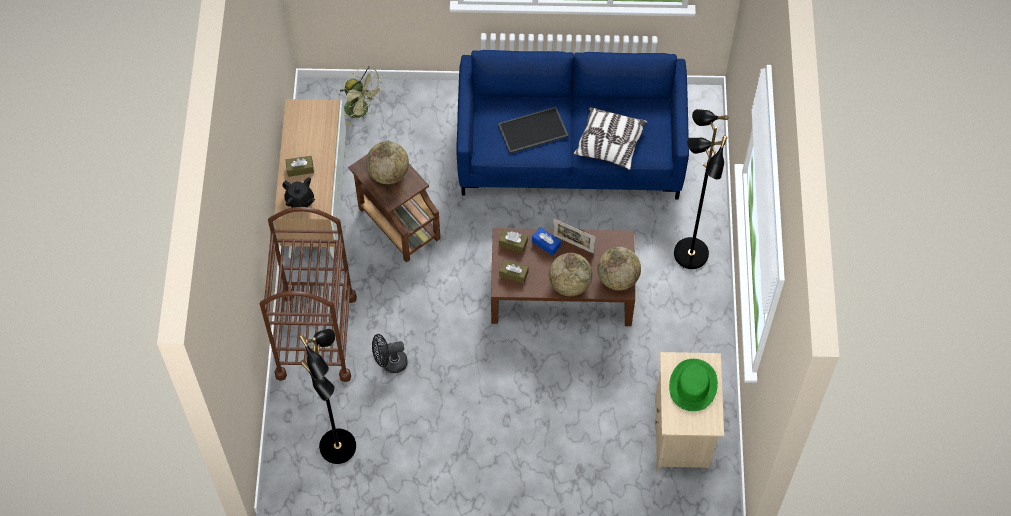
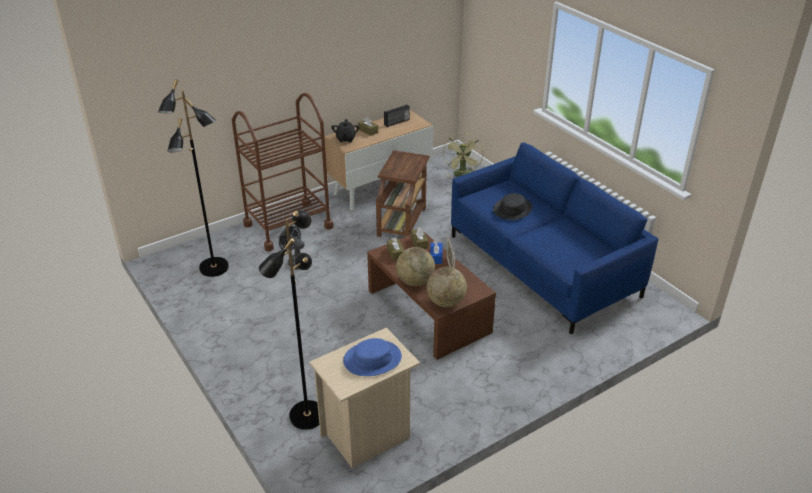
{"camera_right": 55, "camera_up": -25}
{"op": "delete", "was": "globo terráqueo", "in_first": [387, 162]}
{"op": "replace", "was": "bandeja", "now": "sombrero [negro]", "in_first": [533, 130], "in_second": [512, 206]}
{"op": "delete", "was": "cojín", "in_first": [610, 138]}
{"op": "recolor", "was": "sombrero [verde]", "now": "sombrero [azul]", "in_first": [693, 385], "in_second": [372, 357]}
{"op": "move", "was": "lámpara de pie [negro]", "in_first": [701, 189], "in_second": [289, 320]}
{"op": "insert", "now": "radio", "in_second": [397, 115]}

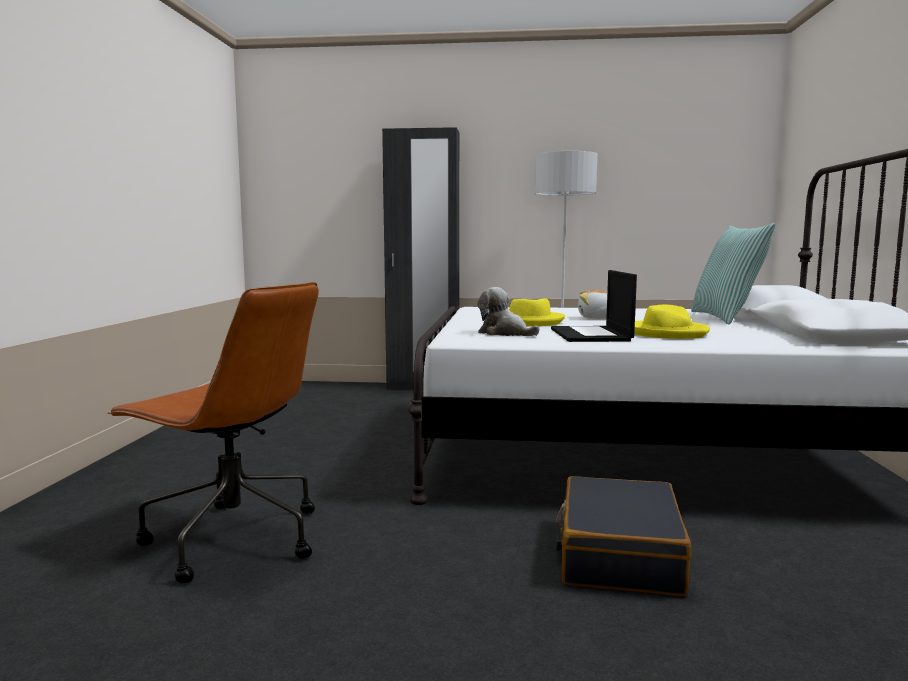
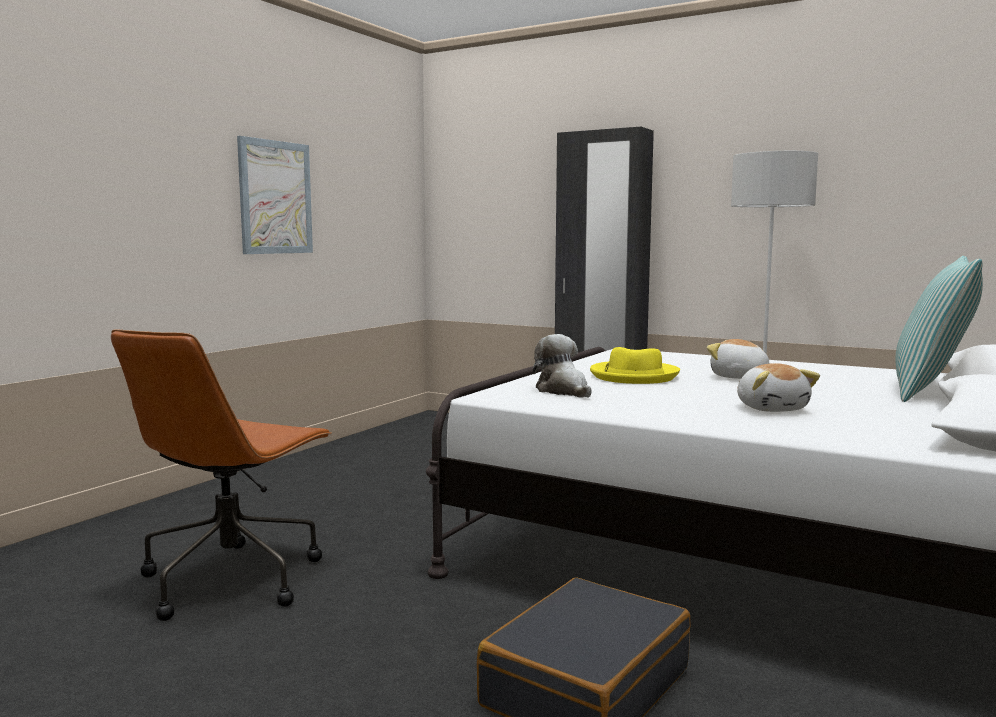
{"camera_right": 25, "camera_up": 0}
{"op": "rotate", "was": "silla de oficina [marrón]", "in_first": [213, 433], "in_second": [221, 475], "clockwise": 60}
{"op": "delete", "was": "portátil", "in_first": [594, 306]}
{"op": "replace", "was": "sombrero [amarillo]", "now": "peluche", "in_first": [672, 321], "in_second": [778, 387]}
{"op": "insert", "now": "cuadro", "in_second": [275, 195]}

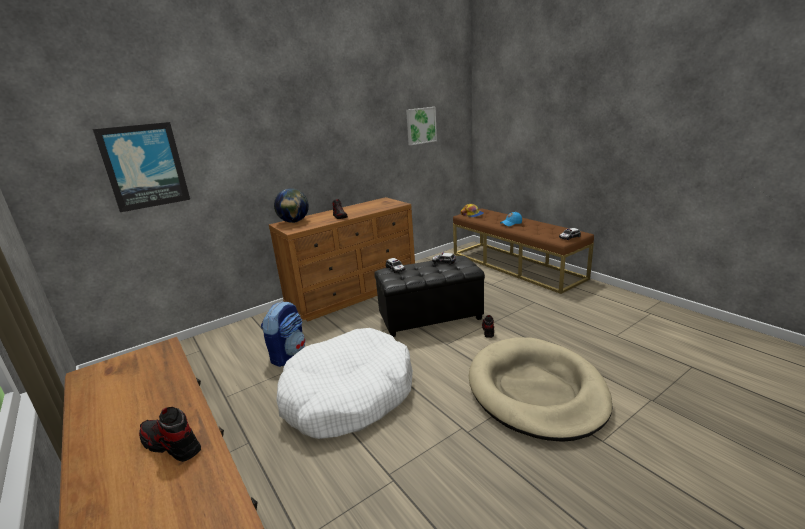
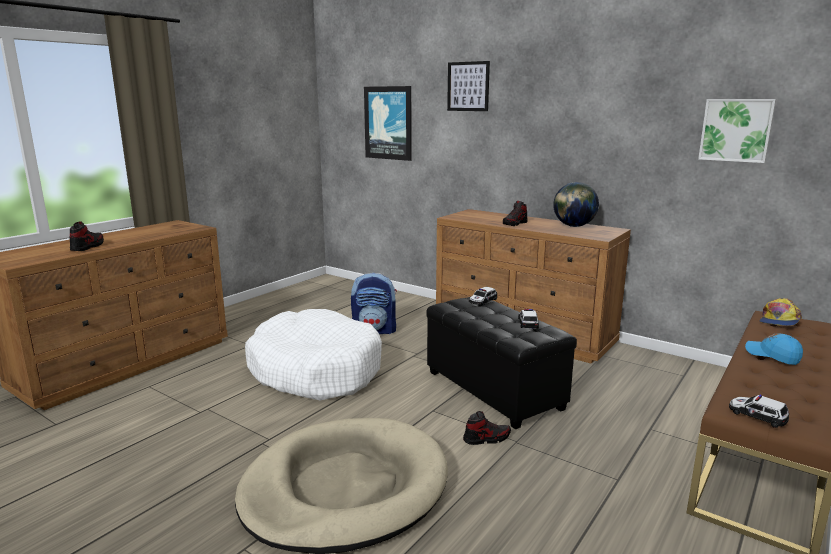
{"camera_right": 70, "camera_up": -5}
{"op": "move", "was": "globo terráqueo", "in_first": [291, 205], "in_second": [576, 204]}
{"op": "insert", "now": "cuadro", "in_second": [468, 86]}

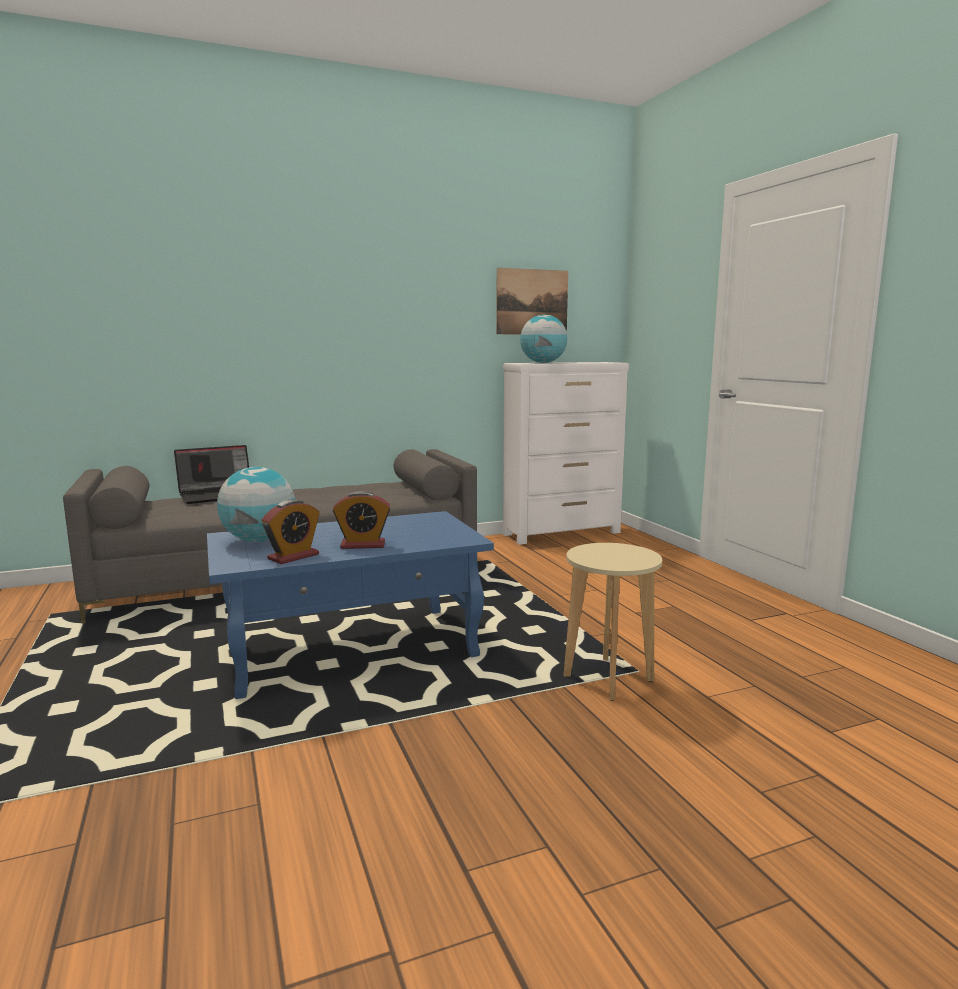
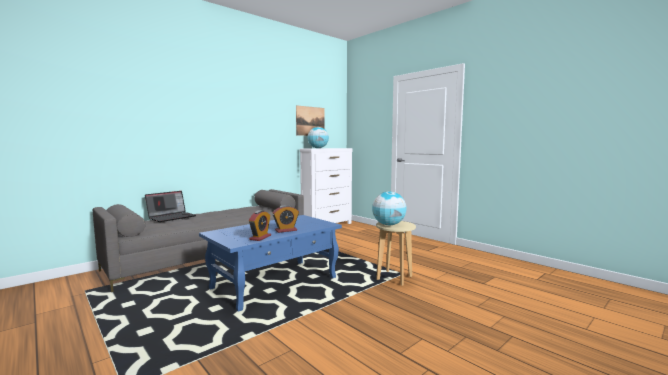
{"camera_right": -20, "camera_up": -5}
{"op": "move", "was": "globo terráqueo", "in_first": [256, 504], "in_second": [389, 208]}

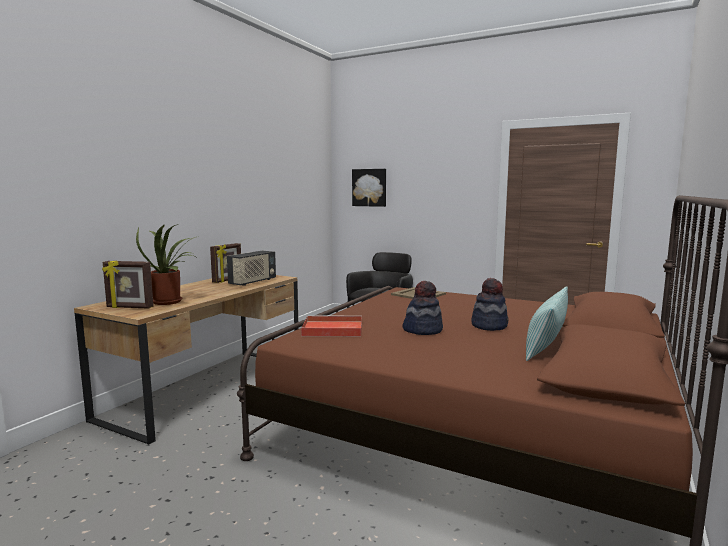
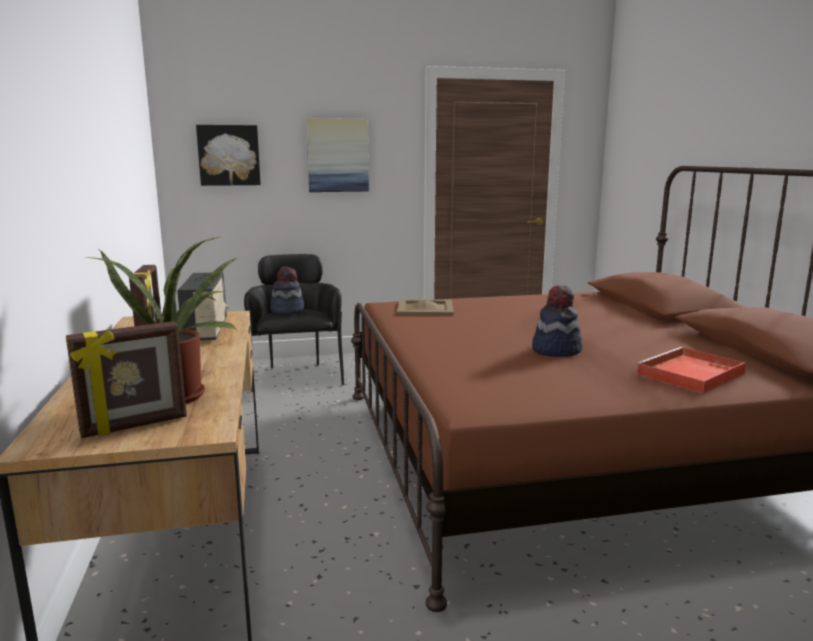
{"camera_right": -40, "camera_up": 5}
{"op": "move", "was": "bandeja [rojo]", "in_first": [331, 325], "in_second": [690, 370]}
{"op": "move", "was": "sombrero", "in_first": [490, 304], "in_second": [287, 290]}
{"op": "delete", "was": "cojín", "in_first": [547, 323]}
{"op": "insert", "now": "cuadro", "in_second": [337, 155]}

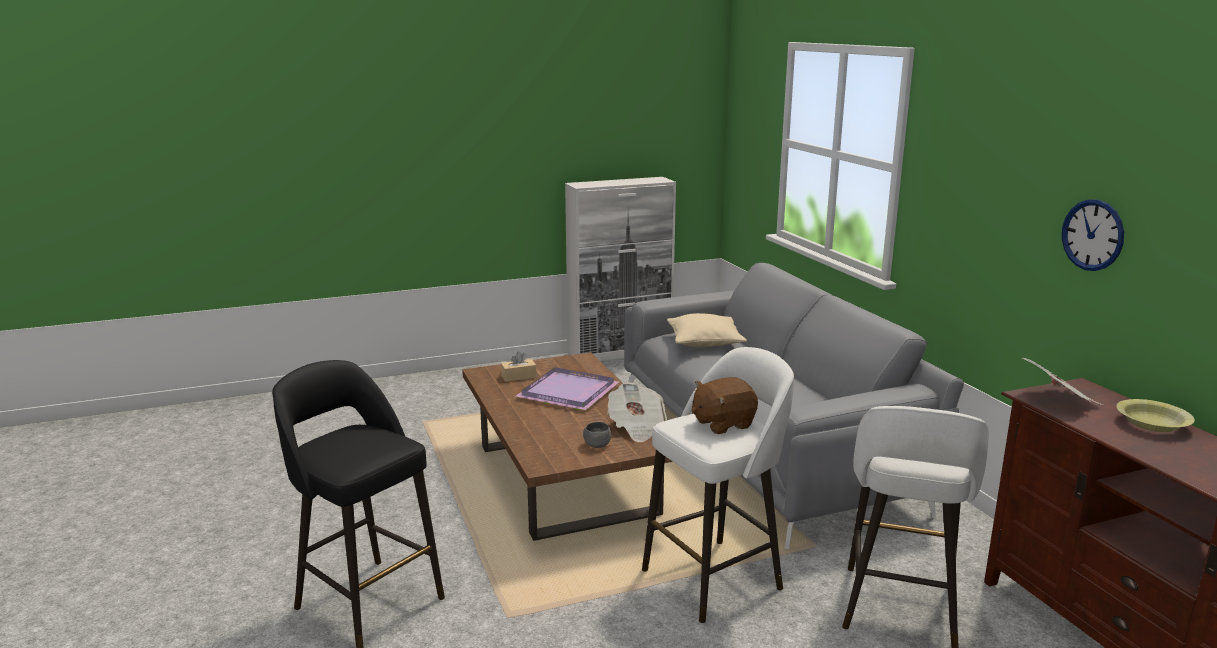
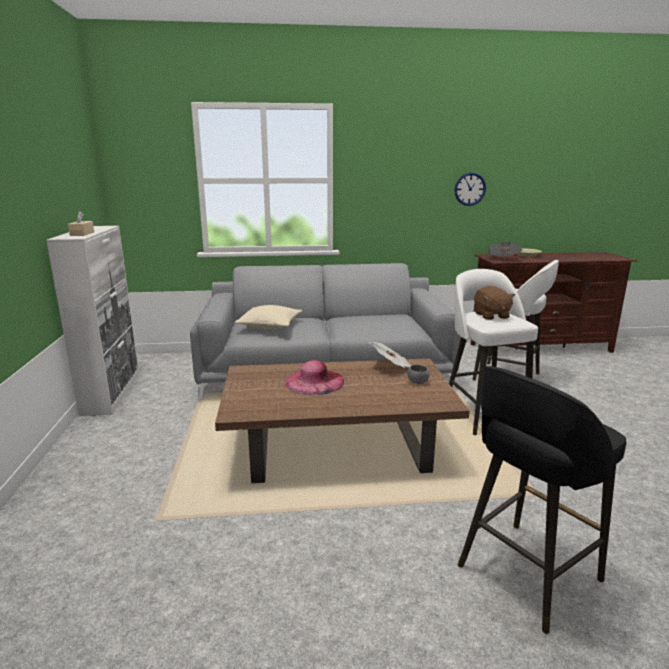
{"camera_right": -75, "camera_up": 0}
{"op": "move", "was": "caja de pañuelos [beis]", "in_first": [518, 366], "in_second": [81, 223]}
{"op": "replace", "was": "bandeja [morado]", "now": "sombrero [rosa]", "in_first": [567, 388], "in_second": [314, 377]}

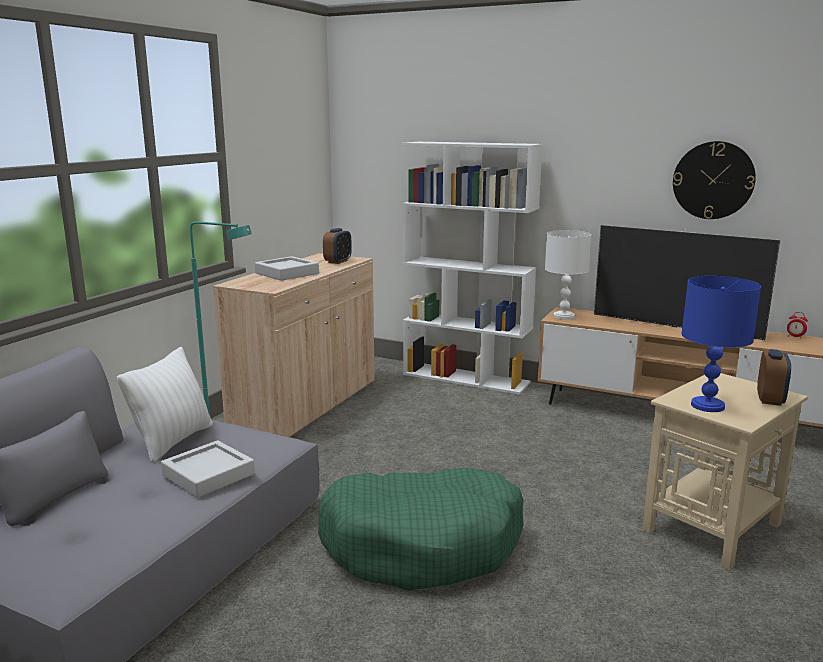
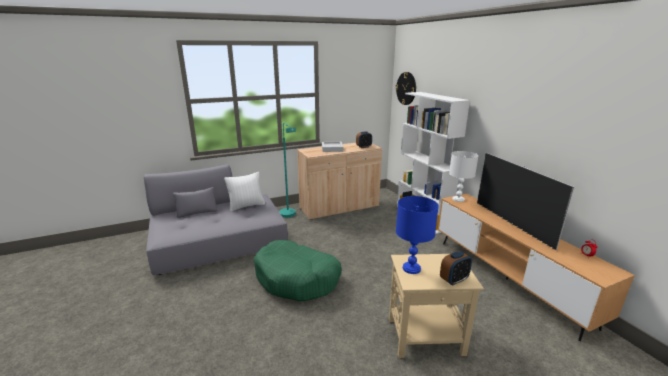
{"camera_right": 40, "camera_up": 5}
{"op": "delete", "was": "bandeja [gris]", "in_first": [208, 469]}
{"op": "move", "was": "reloj de pared", "in_first": [714, 180], "in_second": [406, 88]}

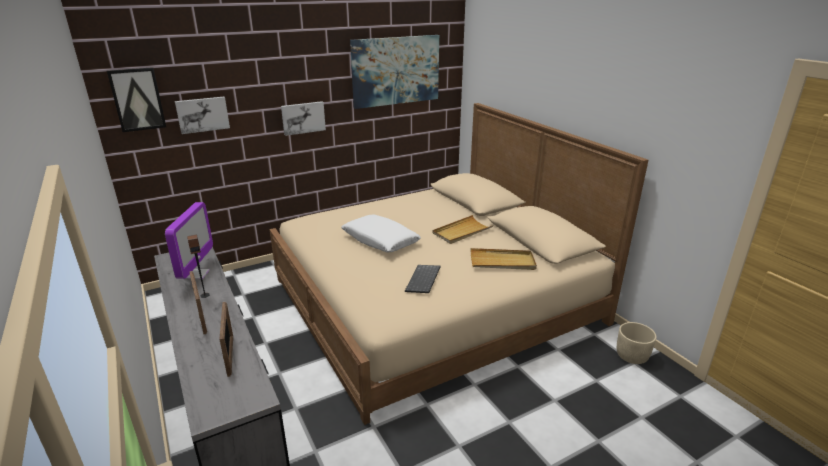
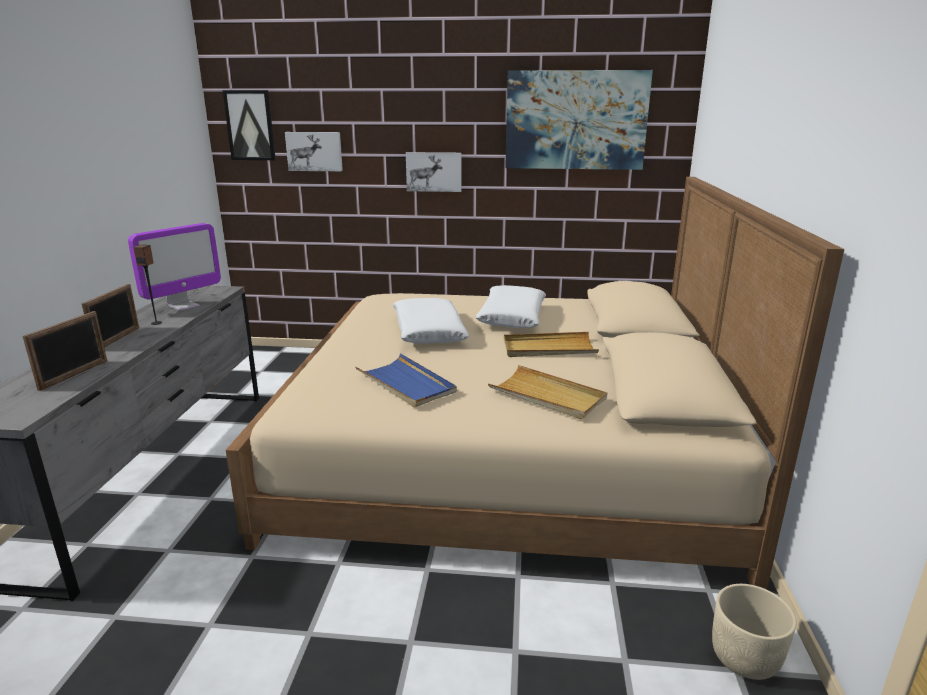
{"camera_right": 35, "camera_up": -5}
{"op": "replace", "was": "teclado", "now": "bandeja [azul]", "in_first": [423, 279], "in_second": [406, 380]}
{"op": "insert", "now": "cojín [blanco]", "in_second": [510, 306]}

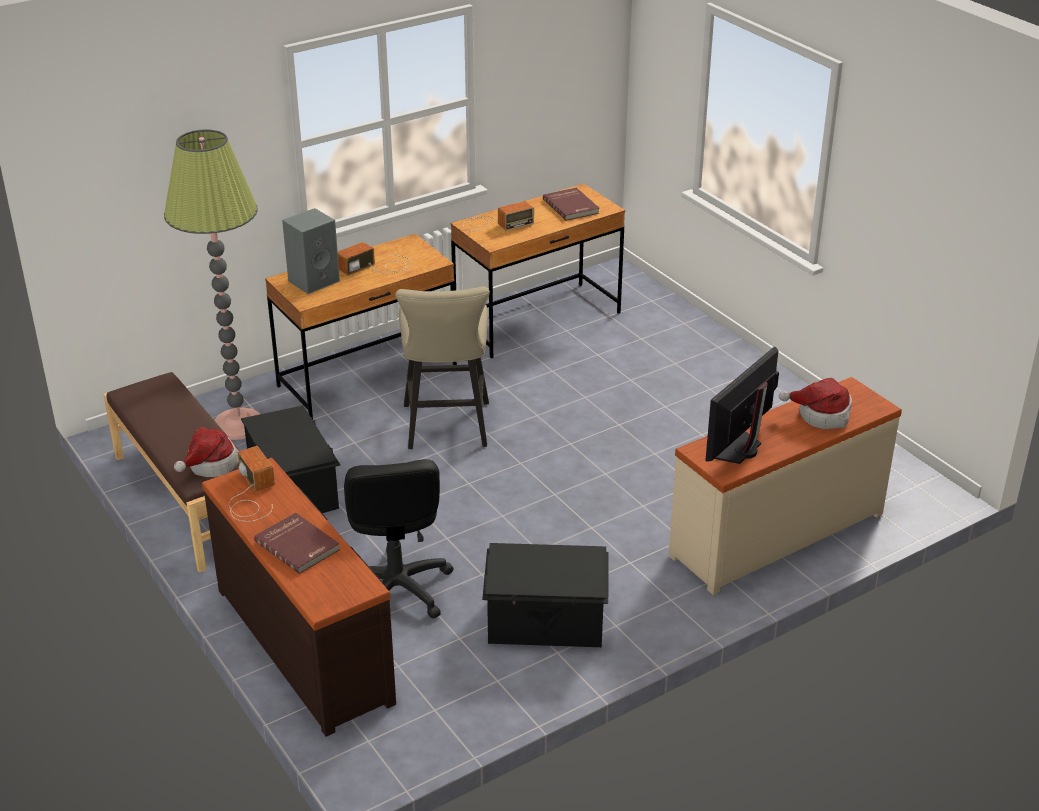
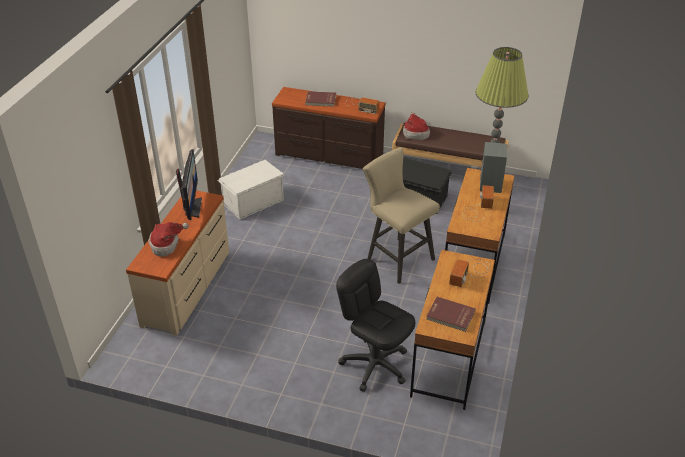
{"camera_right": 140, "camera_up": 5}
{"op": "move", "was": "silla de oficina [negro]", "in_first": [399, 539], "in_second": [375, 325]}
{"op": "recolor", "was": "caja de almacenaje [negro]", "now": "caja de almacenaje [blanco]", "in_first": [545, 595], "in_second": [250, 190]}

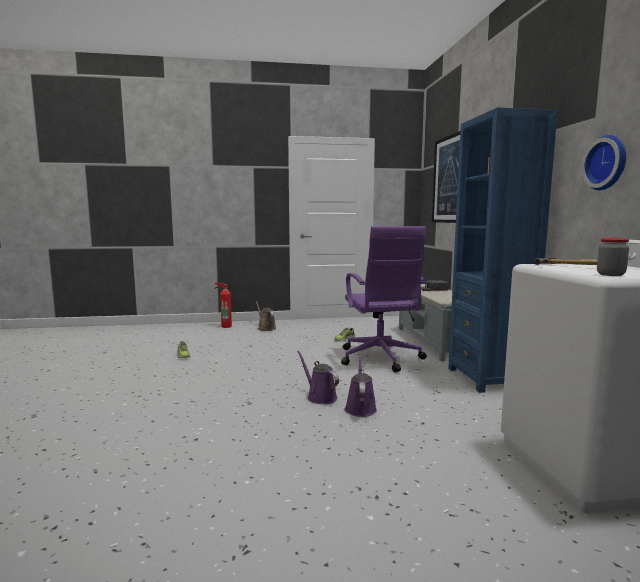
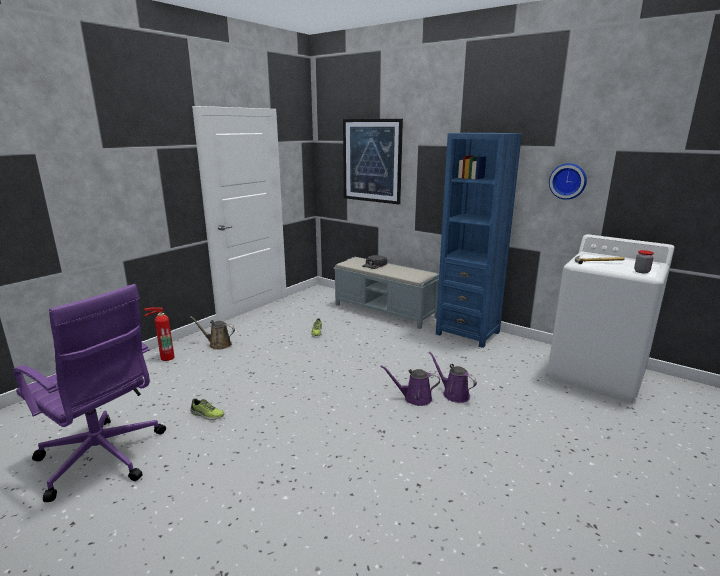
{"camera_right": -45, "camera_up": 10}
{"op": "move", "was": "silla de oficina [morado]", "in_first": [384, 299], "in_second": [89, 393]}

